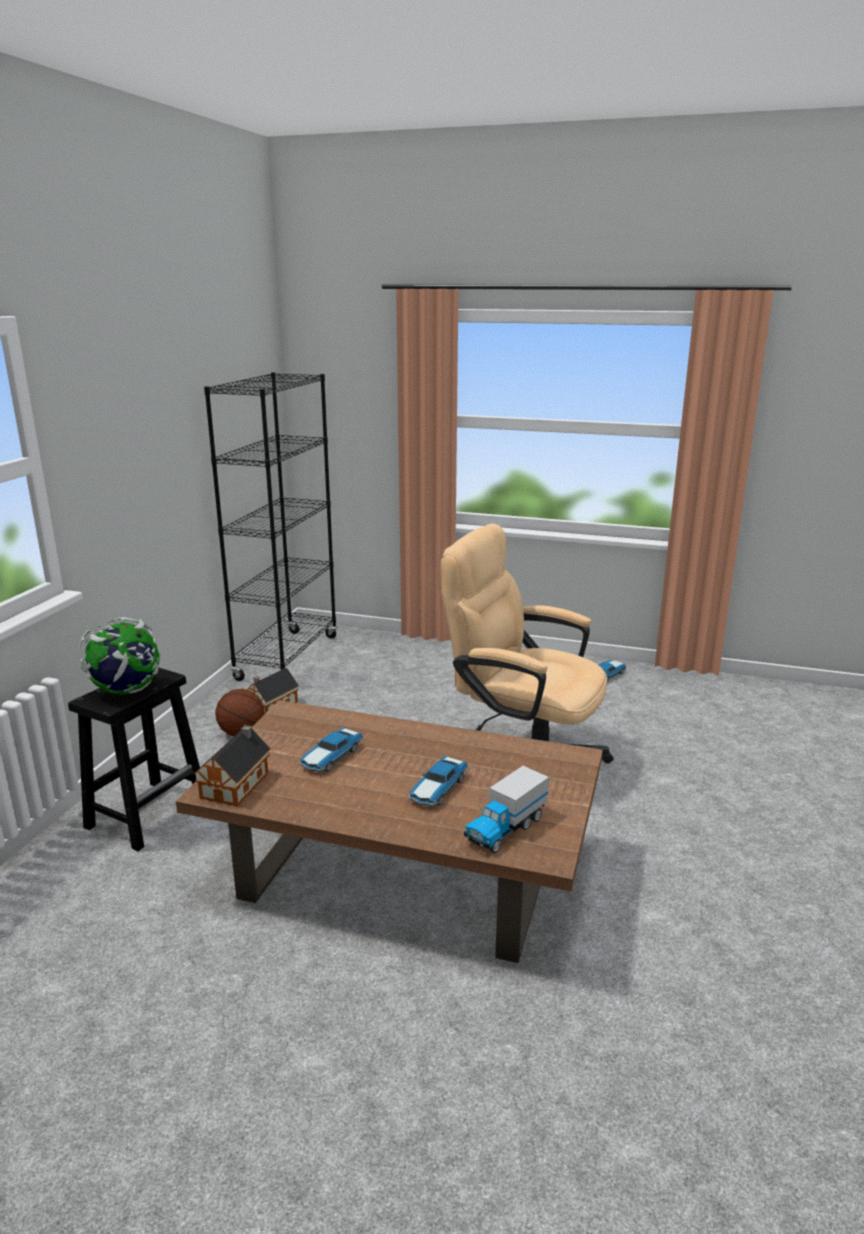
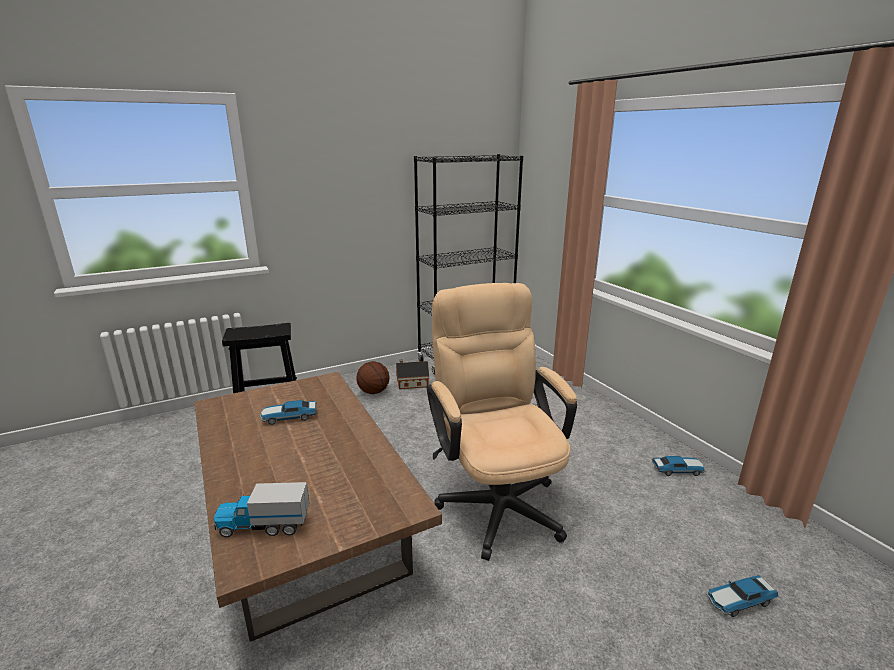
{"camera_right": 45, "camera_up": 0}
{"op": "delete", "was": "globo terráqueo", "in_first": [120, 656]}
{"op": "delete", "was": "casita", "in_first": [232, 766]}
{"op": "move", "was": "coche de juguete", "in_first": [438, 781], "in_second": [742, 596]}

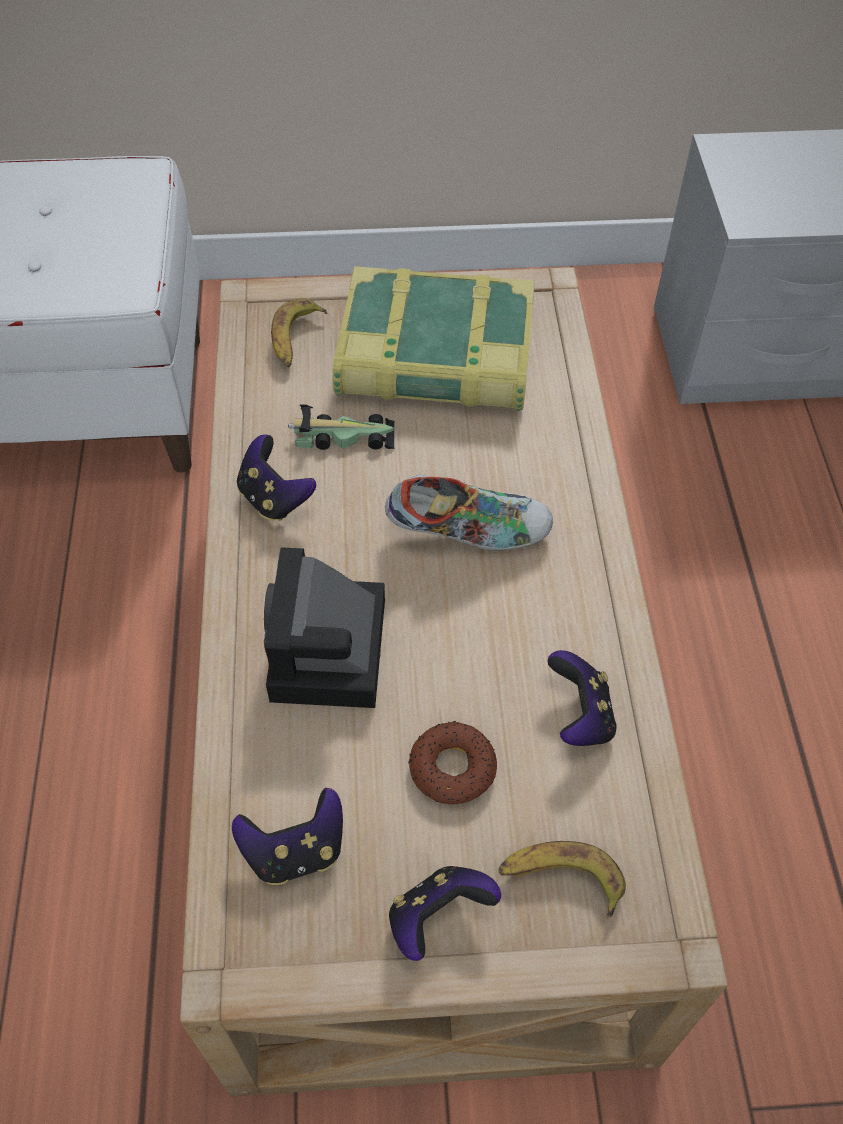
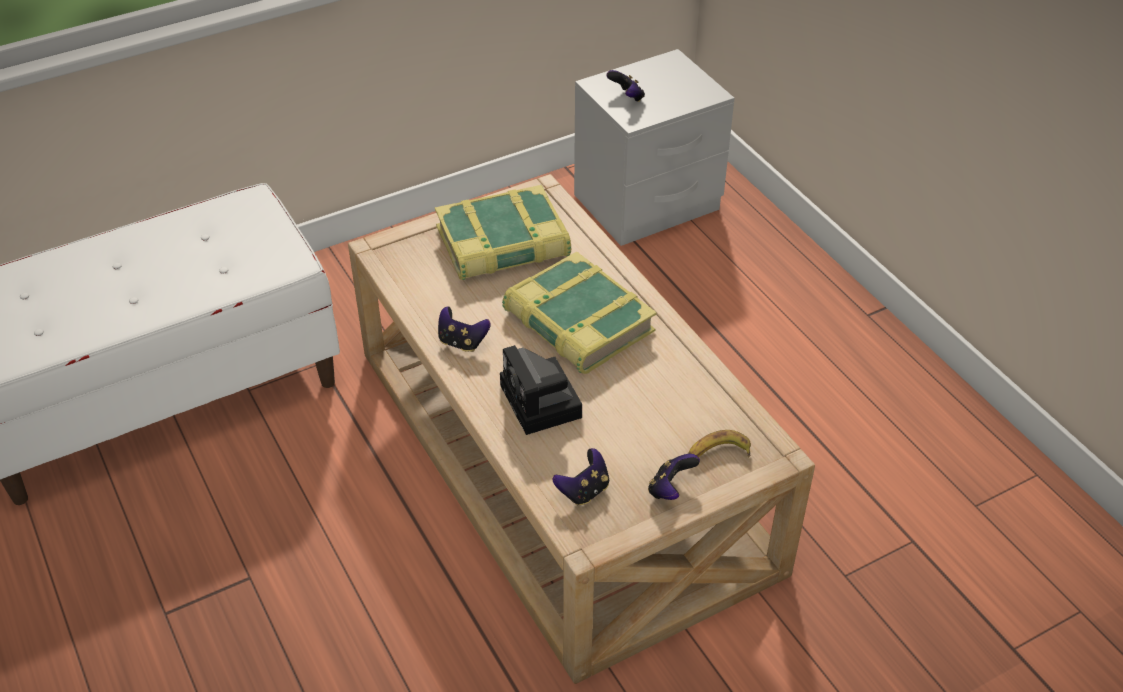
{"camera_right": -25, "camera_up": -10}
{"op": "delete", "was": "plátano", "in_first": [299, 333]}
{"op": "delete", "was": "coche de juguete", "in_first": [341, 427]}
{"op": "replace", "was": "zapato", "now": "libro", "in_first": [469, 513], "in_second": [579, 313]}
{"op": "delete", "was": "rosquilla", "in_first": [452, 762]}
{"op": "move", "was": "mando de consola", "in_first": [582, 698], "in_second": [625, 86]}

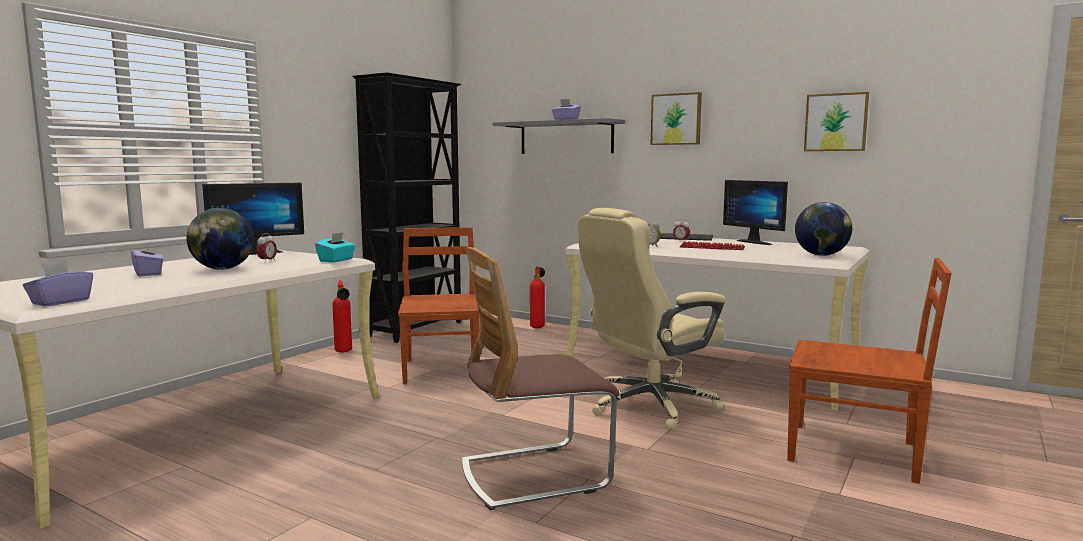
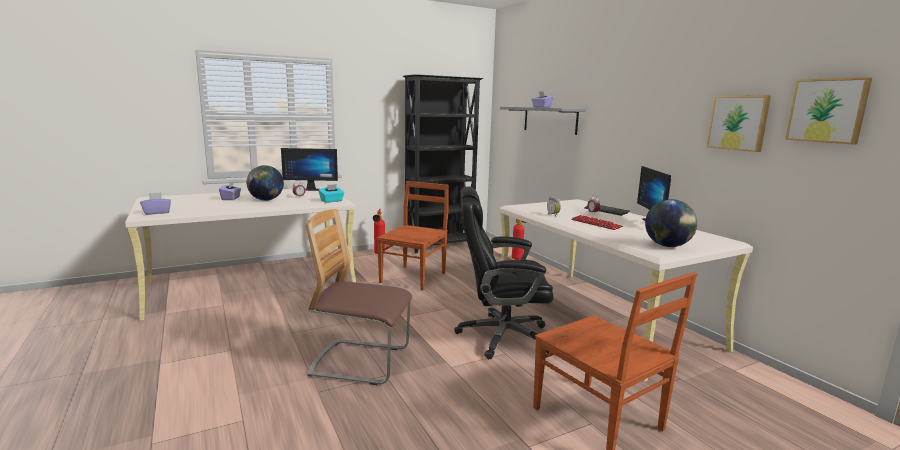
{"camera_right": 30, "camera_up": 5}
{"op": "recolor", "was": "silla de oficina [beis]", "now": "silla de oficina [negro]", "in_first": [652, 319], "in_second": [504, 273]}
{"op": "move", "was": "cuadro", "in_first": [676, 118], "in_second": [828, 110]}

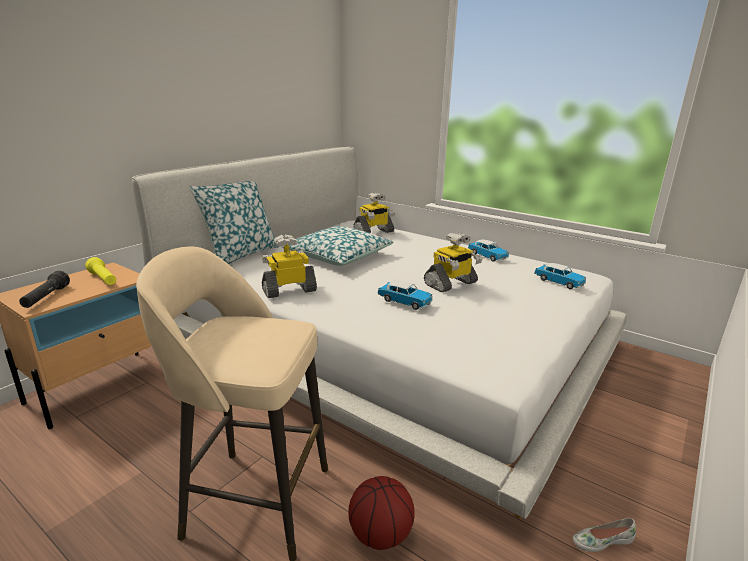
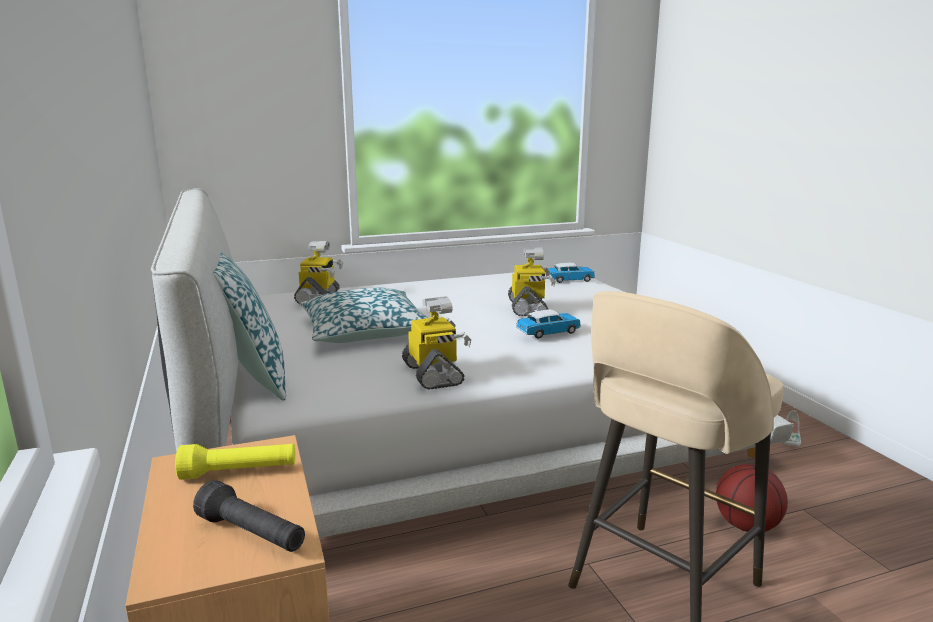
{"camera_right": -55, "camera_up": -5}
{"op": "rotate", "was": "robot de juguete", "in_first": [289, 266], "in_second": [436, 343], "clockwise": 150}
{"op": "delete", "was": "coche de juguete", "in_first": [488, 250]}

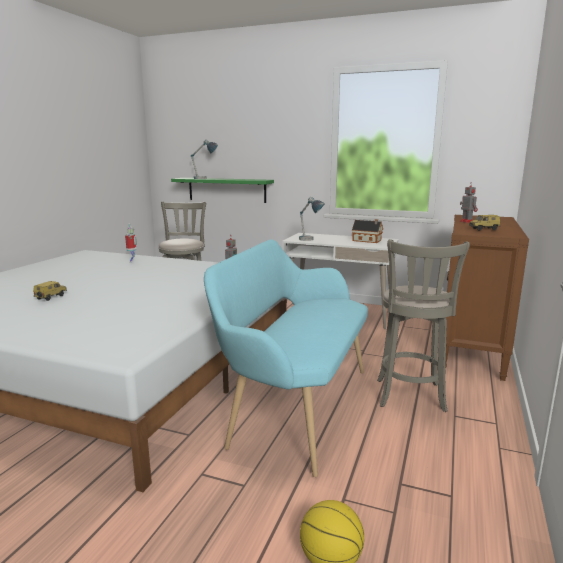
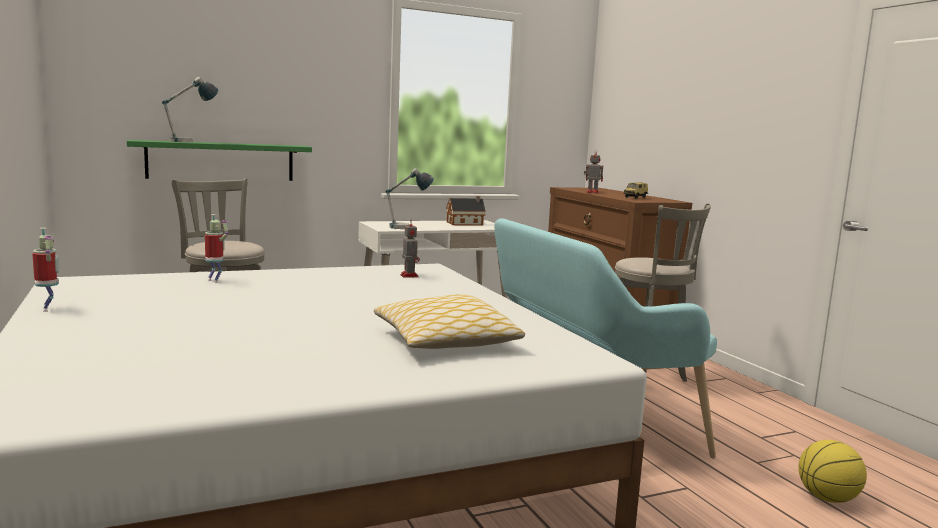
{"camera_right": -45, "camera_up": -5}
{"op": "delete", "was": "coche de juguete", "in_first": [50, 291]}
{"op": "insert", "now": "robot de juguete", "in_second": [46, 270]}
{"op": "insert", "now": "cojín", "in_second": [449, 321]}

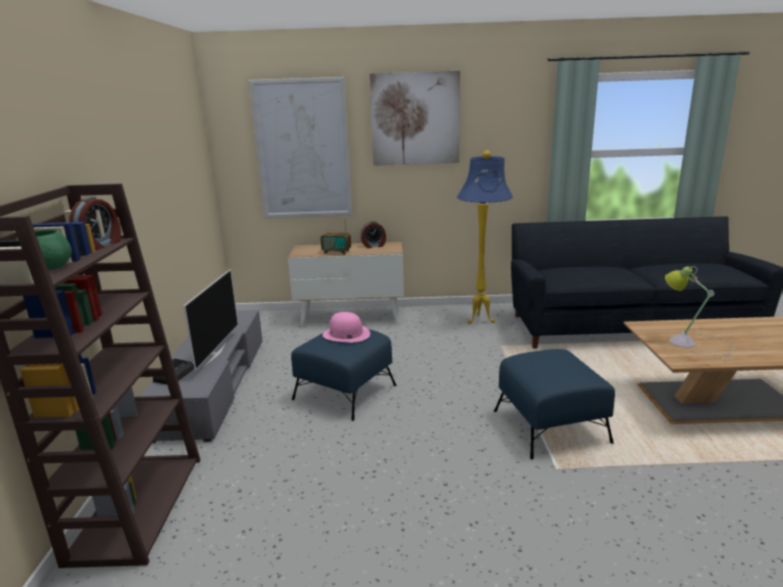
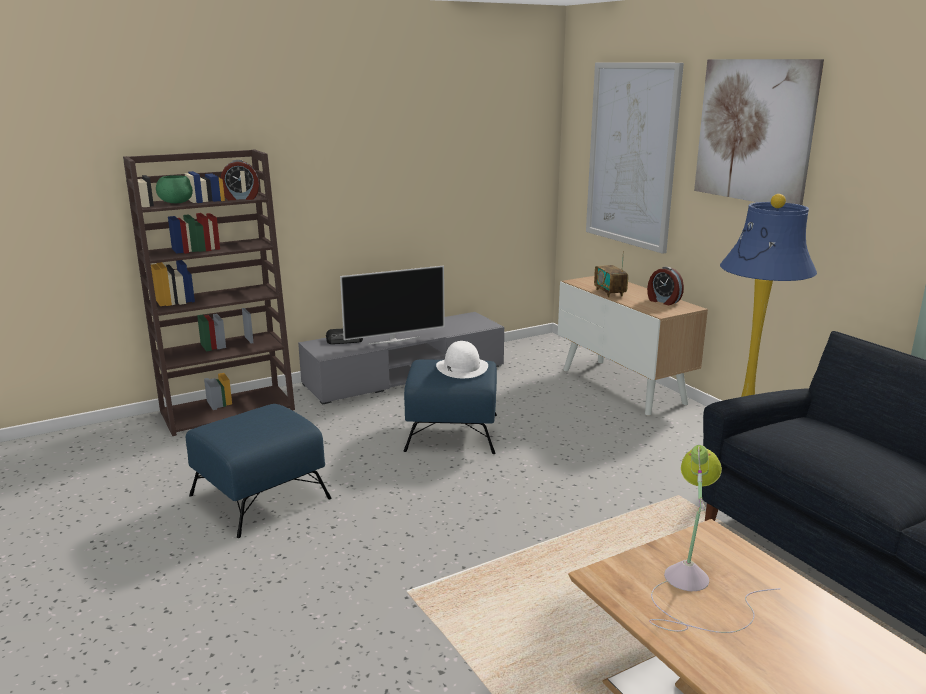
{"camera_right": 60, "camera_up": 0}
{"op": "recolor", "was": "sombrero [rosa]", "now": "sombrero [blanco]", "in_first": [346, 327], "in_second": [462, 359]}
{"op": "move", "was": "puf [azul]", "in_first": [554, 404], "in_second": [259, 471]}

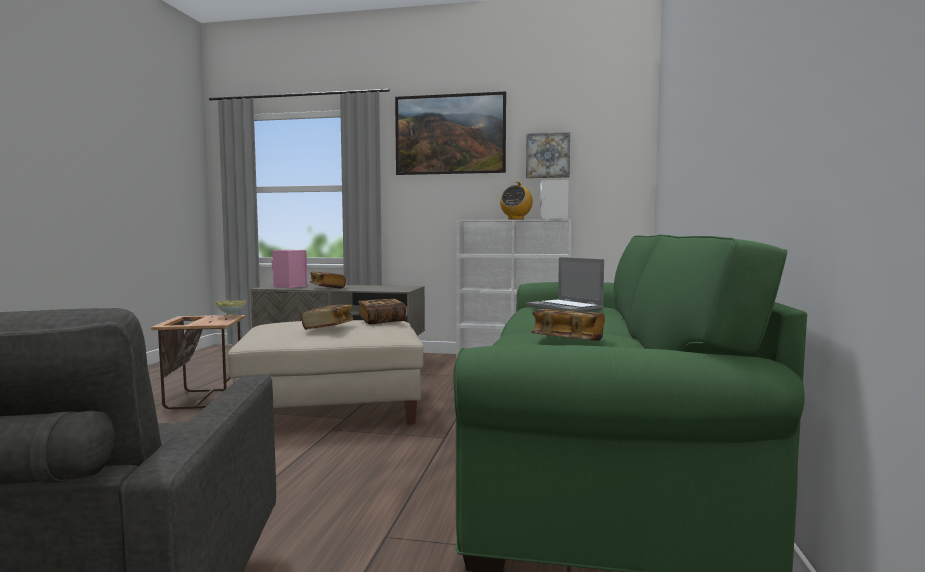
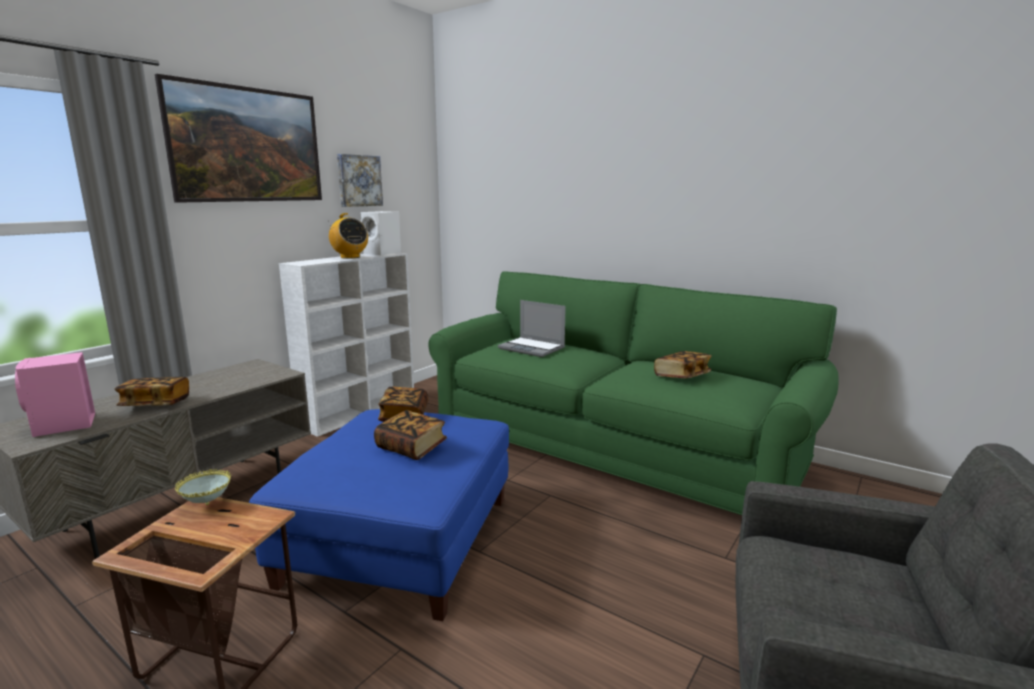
{"camera_right": -65, "camera_up": 10}
{"op": "recolor", "was": "puf [beis]", "now": "puf [azul]", "in_first": [326, 372], "in_second": [379, 515]}
{"op": "rotate", "was": "portátil", "in_first": [565, 284], "in_second": [532, 328], "clockwise": 45}

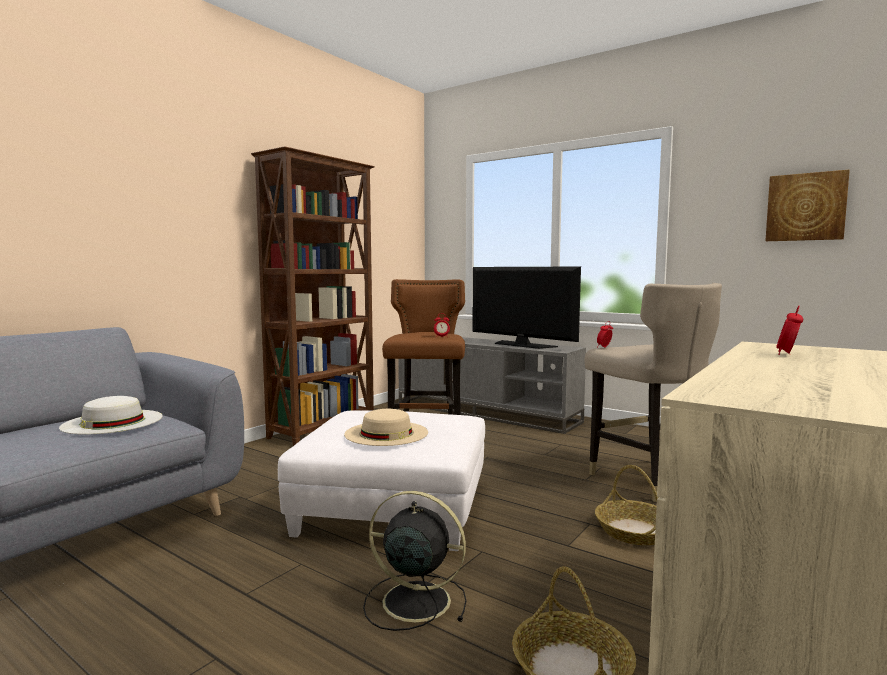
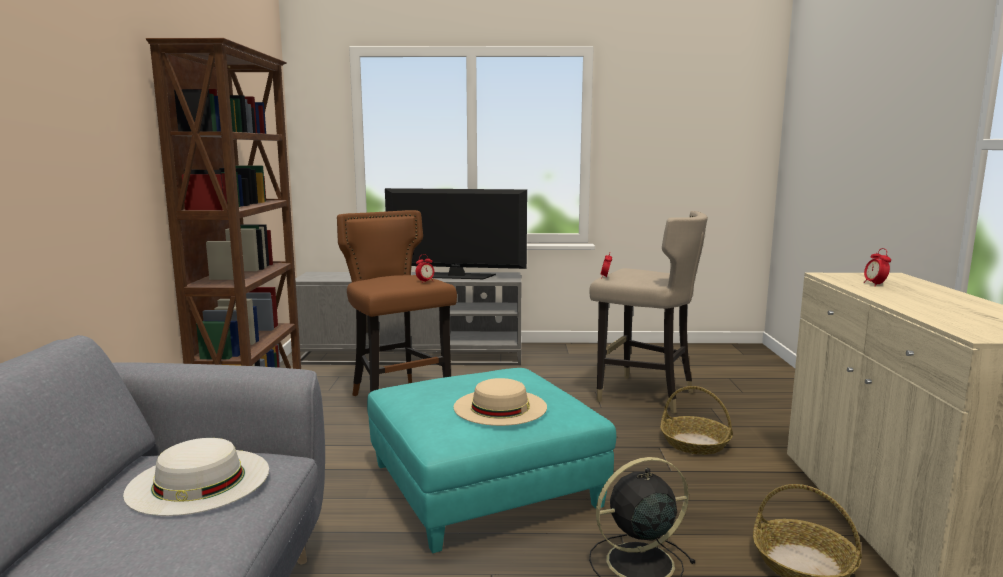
{"camera_right": -35, "camera_up": 5}
{"op": "recolor", "was": "puf [blanco]", "now": "puf [turquesa]", "in_first": [381, 480], "in_second": [491, 460]}
{"op": "delete", "was": "cuadro", "in_first": [807, 205]}

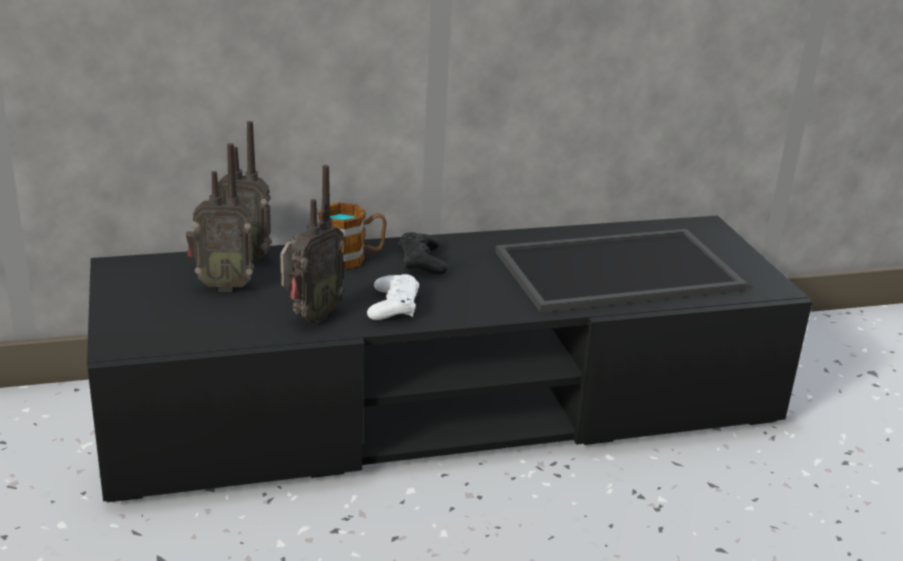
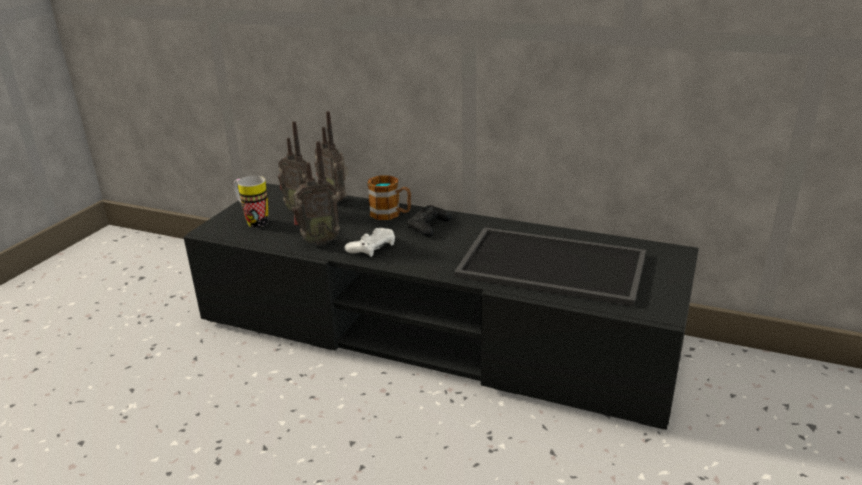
{"camera_right": 40, "camera_up": 0}
{"op": "insert", "now": "taza grande", "in_second": [250, 202]}

